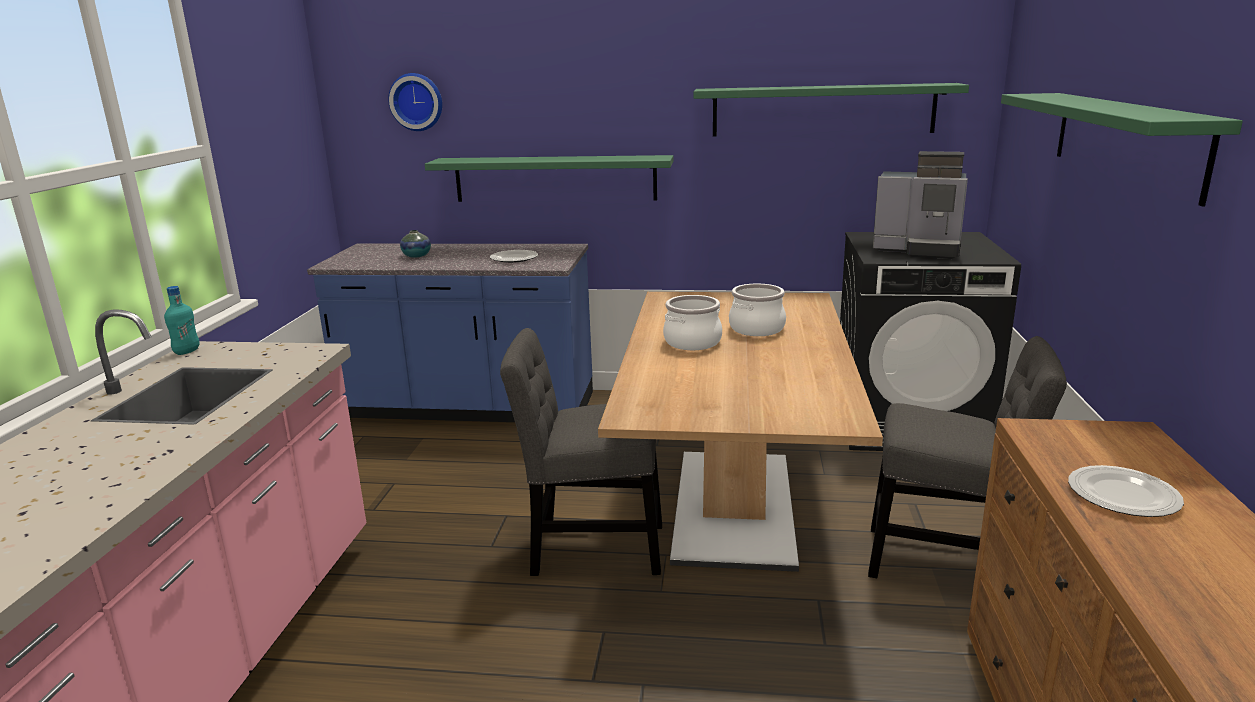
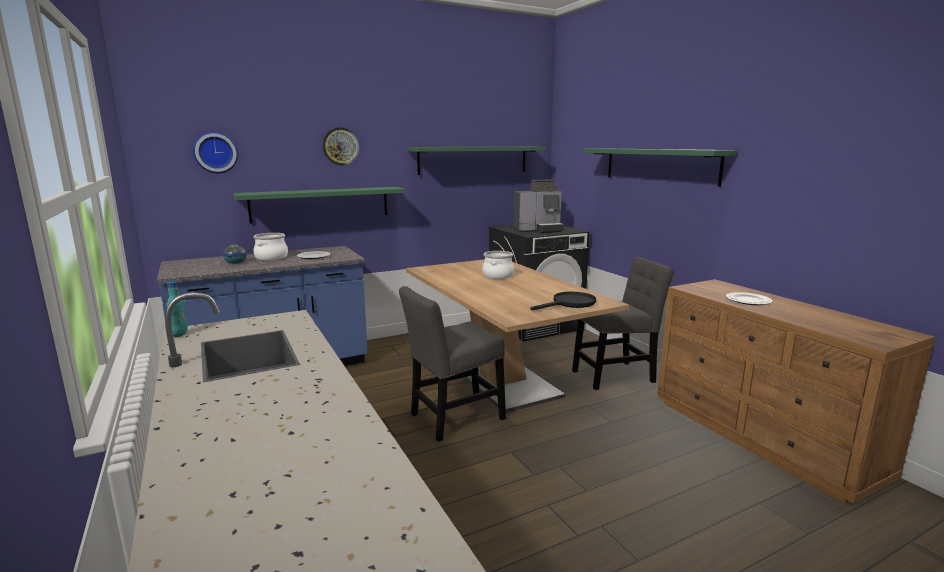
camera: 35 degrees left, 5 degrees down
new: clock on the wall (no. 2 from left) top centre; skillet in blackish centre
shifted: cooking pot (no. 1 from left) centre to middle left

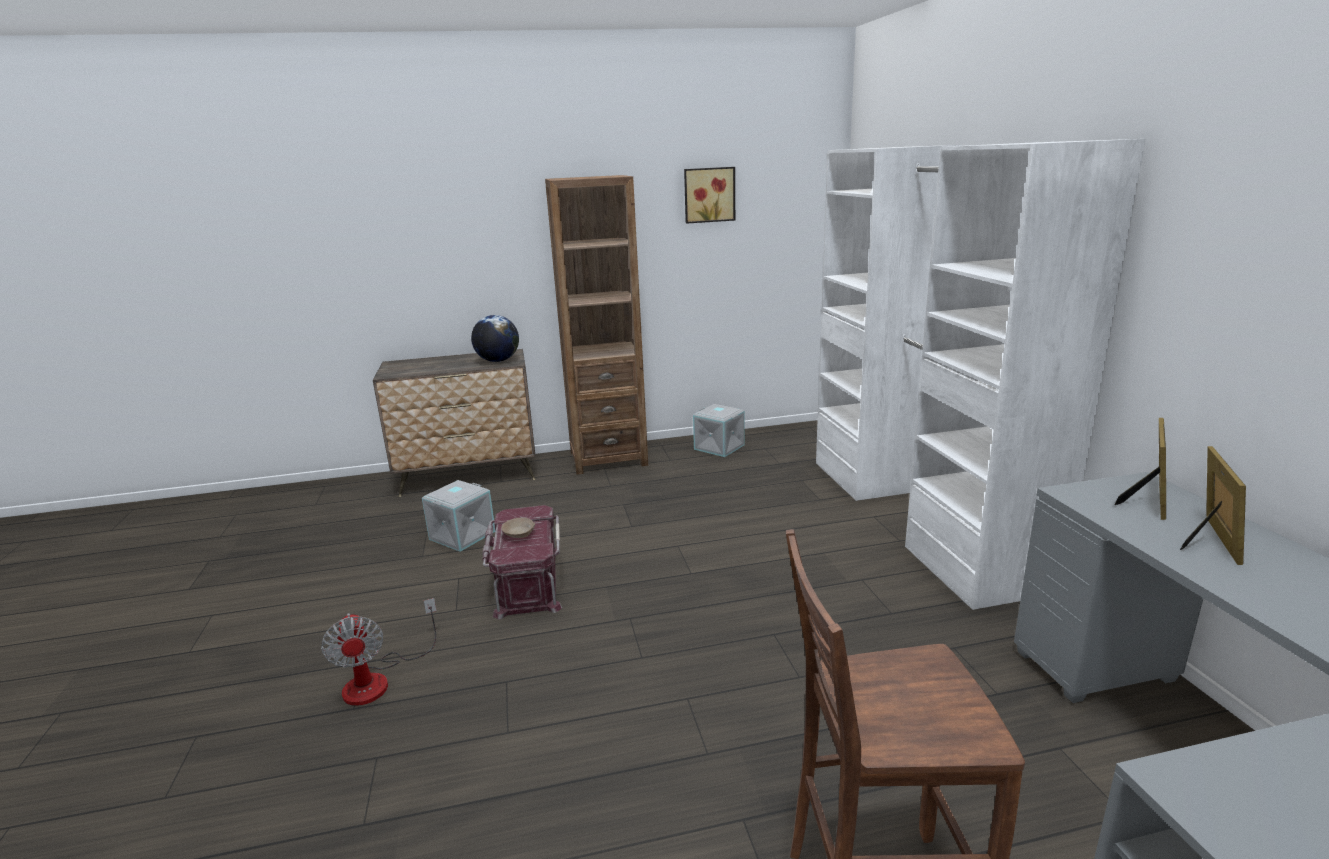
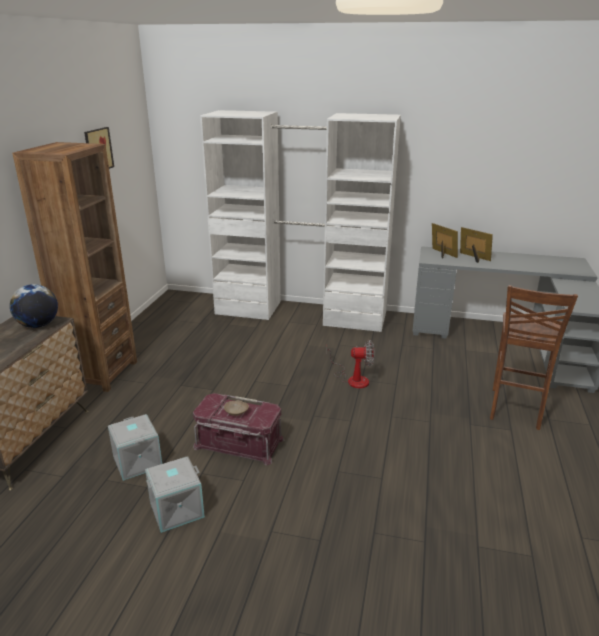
camera: 65 degrees left, 5 degrees up
shifted: storage bin in gray (no. 2 from left) centre to bottom left; electric fan bottom left to centre

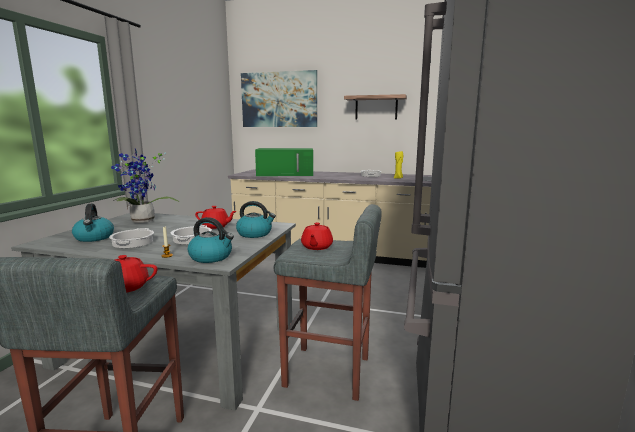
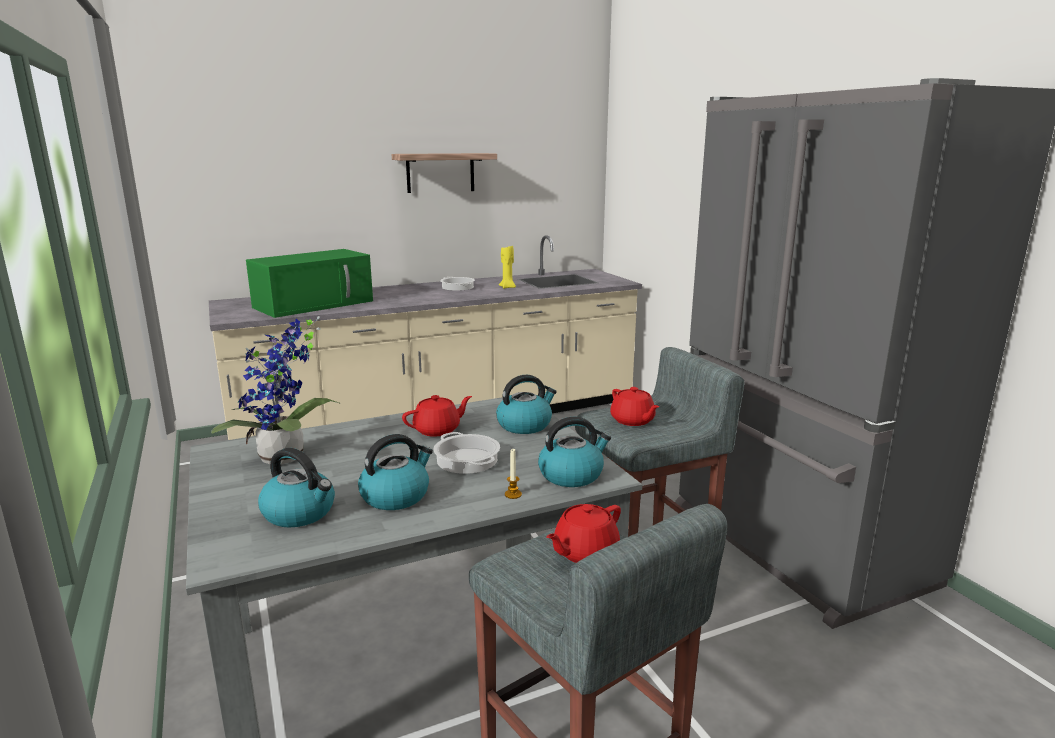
camera: 40 degrees left, 5 degrees up
gone: wall art top centre
swapped: cooking pot (no. 1 from left) middle left to kettle (no. 2 from left) centre

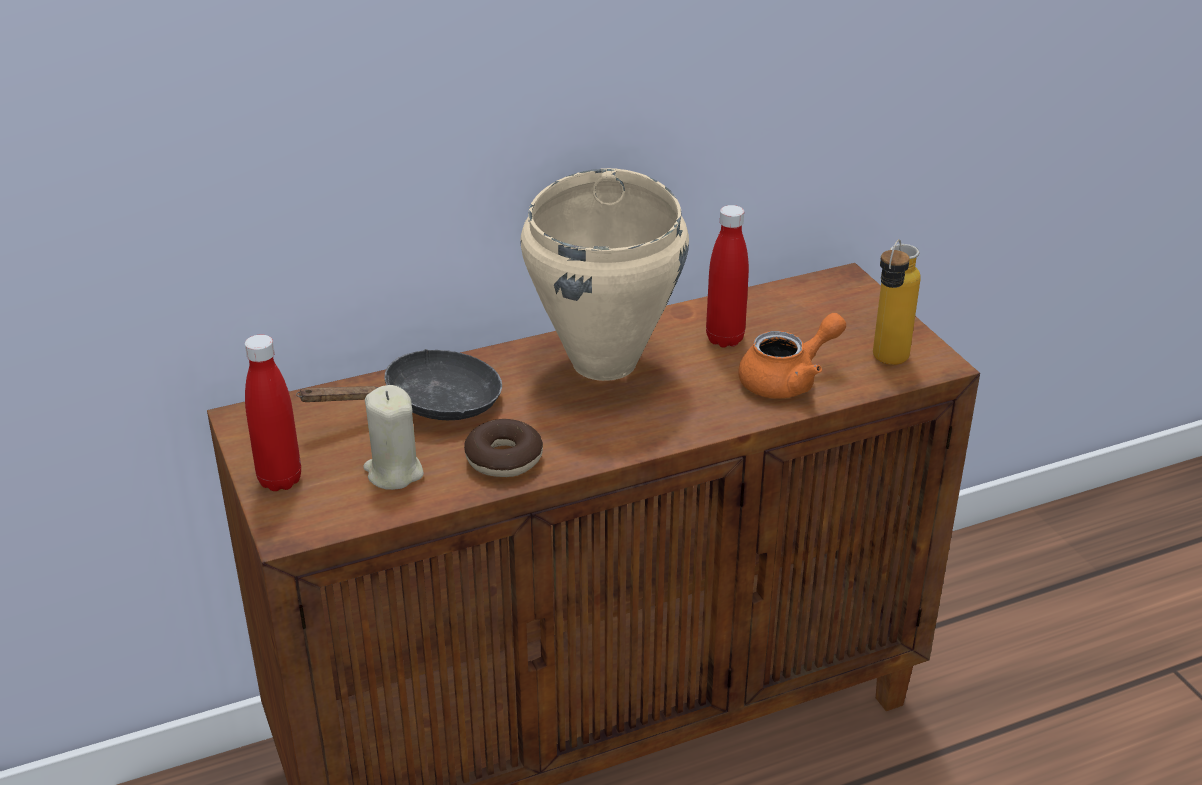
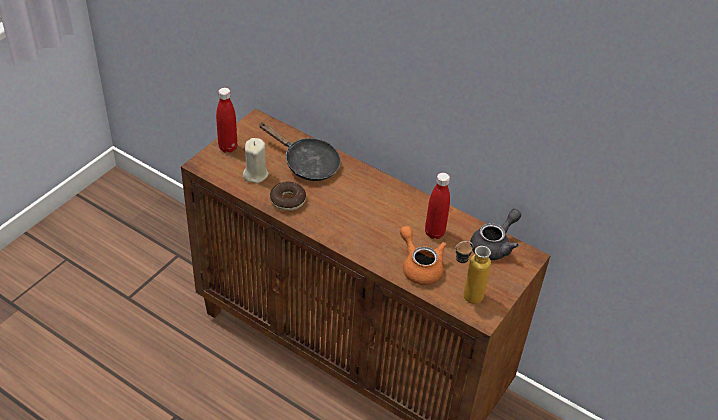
camera: 55 degrees right, 10 degrees up
gone: cooking pot in sand-coloured centre
new: teapot in gray middle right
rotated: teapot in orange-coloured centre = centre 150 degrees counterclockwise

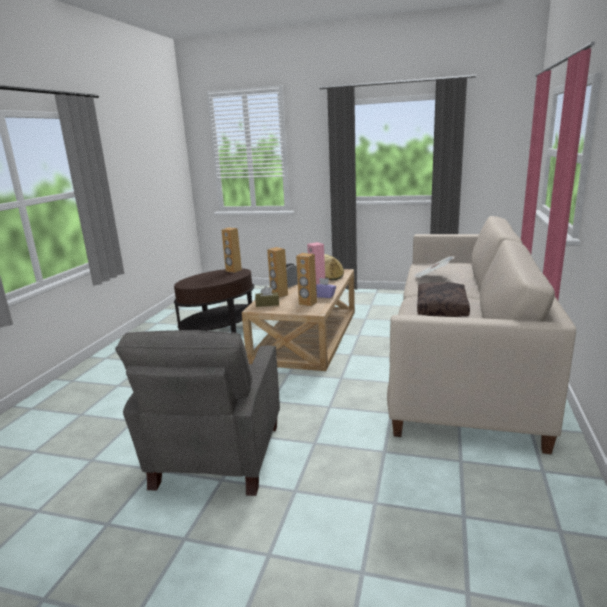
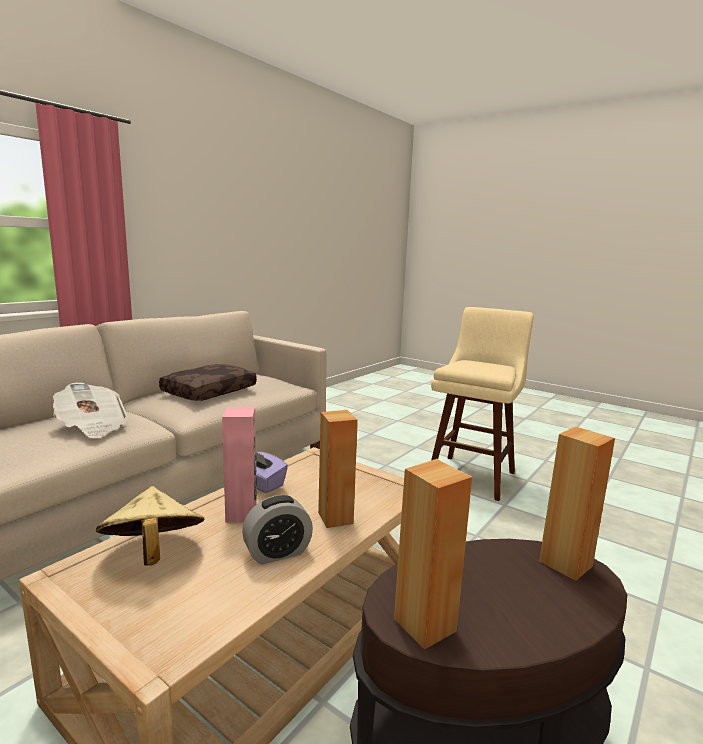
camera: 160 degrees left, 5 degrees down
gone: box of tissues in brownish centre
shifted: speaker in brownish (no. 3 from left) centre to bottom right
swapped: easy chair in gray bottom left to stool in sand-coloured middle right

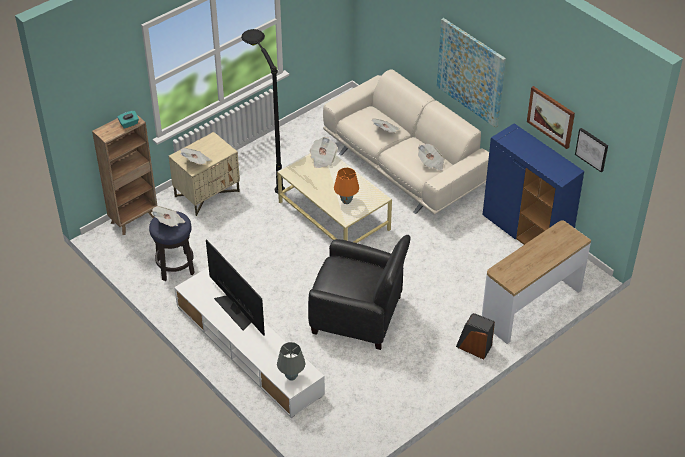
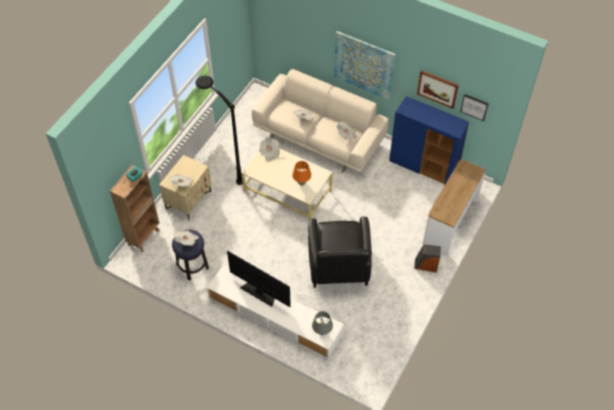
camera: 20 degrees left, 10 degrees up
rotated: easy chair in blackish centre = centre 90 degrees clockwise

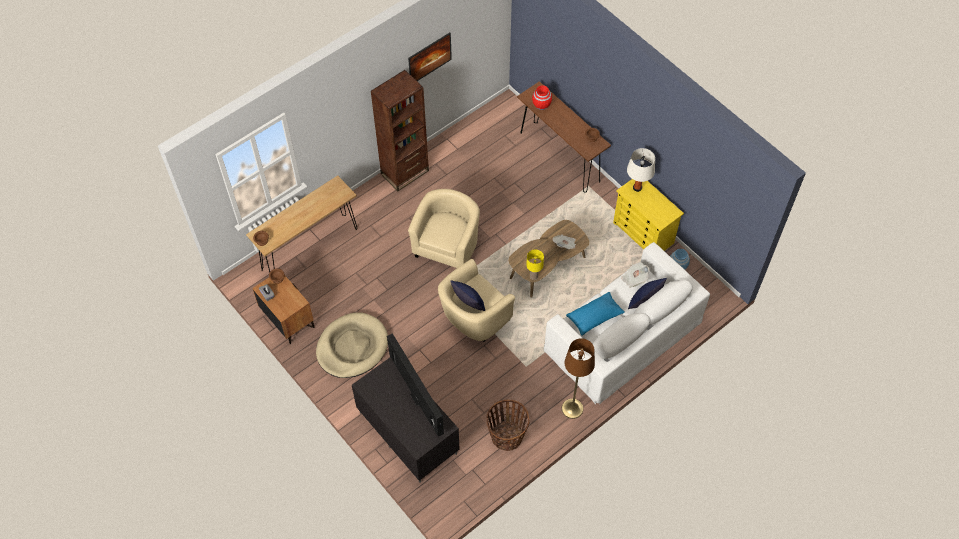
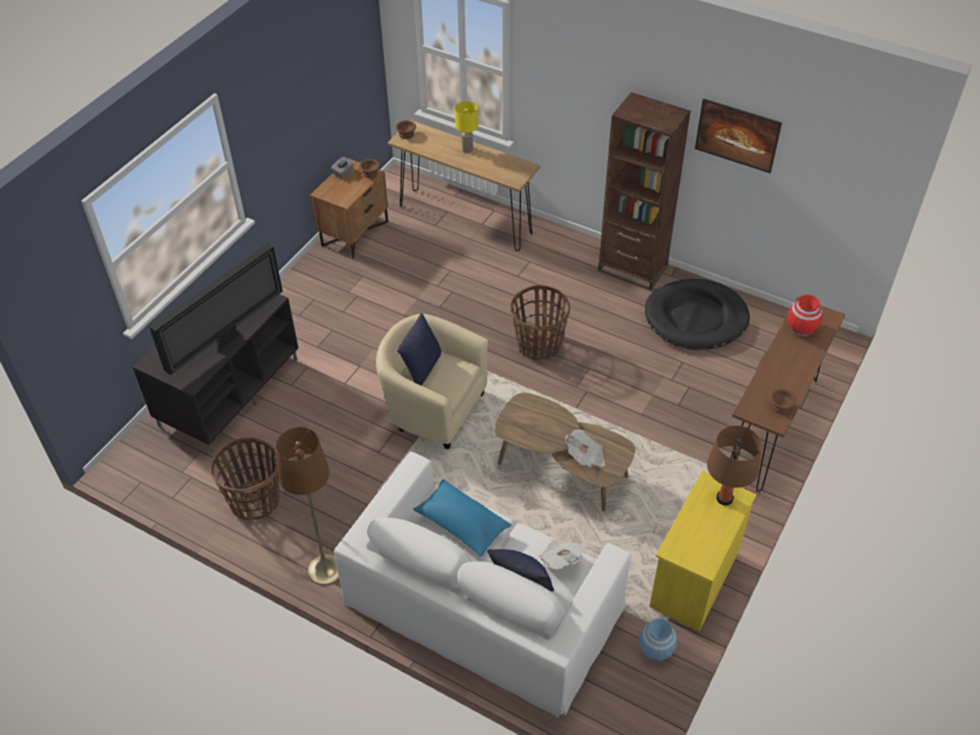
camera: 70 degrees right, 10 degrees down
gone: dog cushion in sand-coloured centre
new: dog cushion in blackish middle right
shifted: tabletop lamp in yellow-coloured centre to top centre
swapped: easy chair in sand-coloured (no. 1 from left) centre to storage basket (no. 2 from left) centre
repainted: tabletop lamp in whitish top right to tabletop lamp in brownish middle right

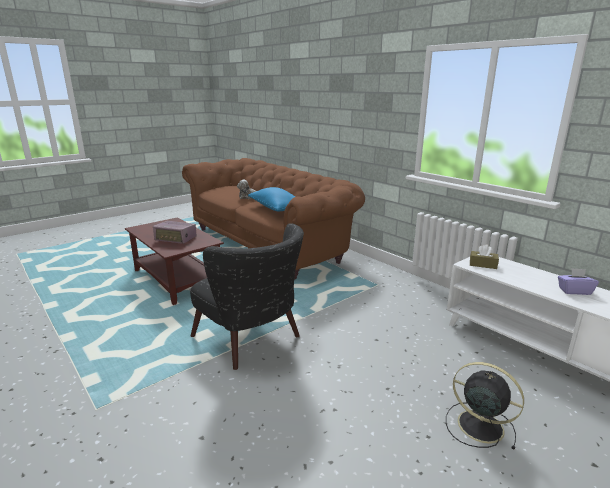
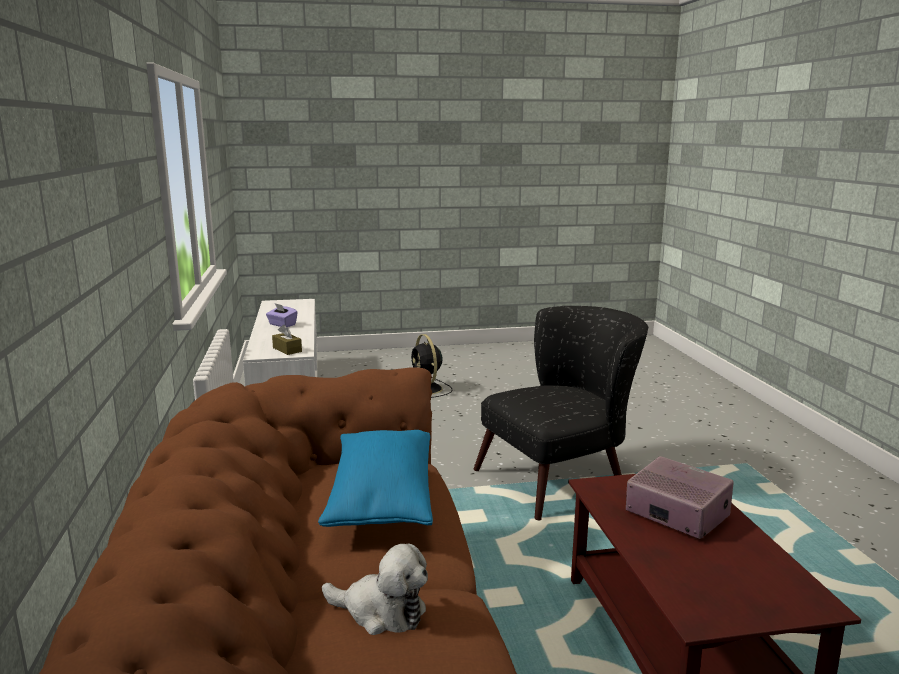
camera: 150 degrees left, 5 degrees down
rotated: easy chair in blackish centre = centre 75 degrees clockwise

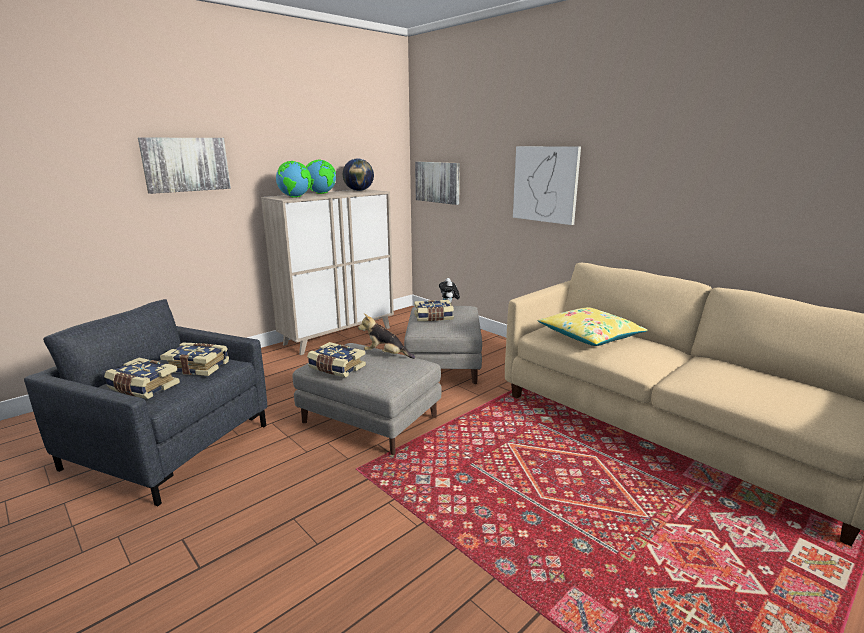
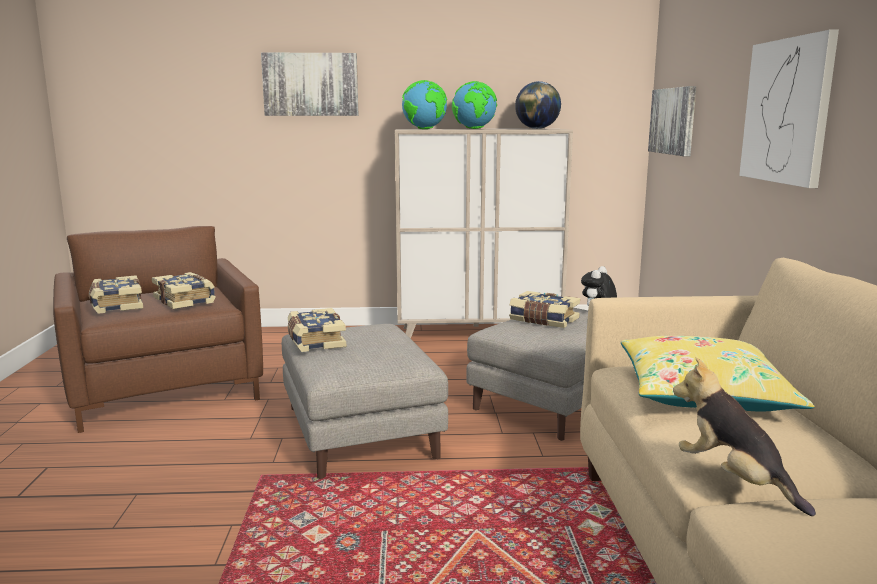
camera: 40 degrees right, 5 degrees down
shifted: cuddly toy (no. 1 from left in the first image) centre to cuddly toy (no. 2 from left) bottom right
repainted: easy chair in gray middle left to easy chair in brownish middle left

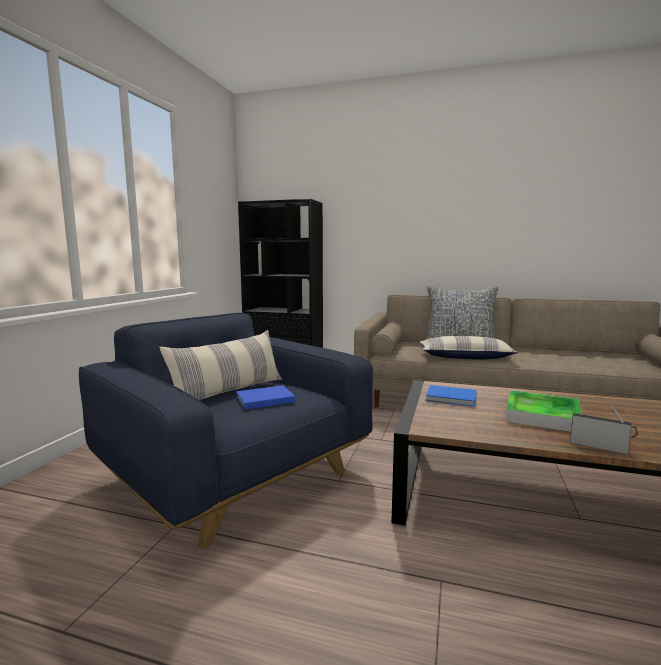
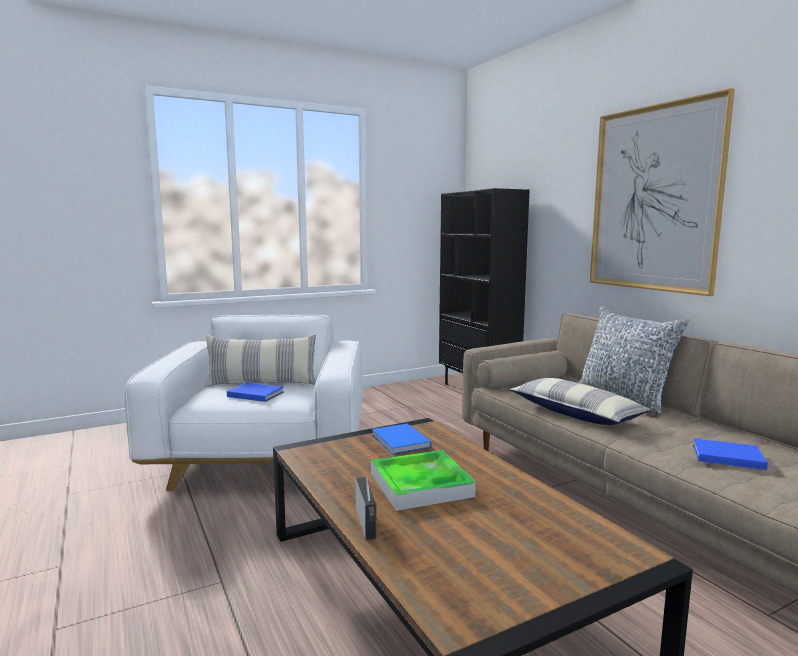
camera: 45 degrees right, 0 degrees up
new: wall art top right; book in blue-coloured (no. 3 from left) bottom right
repainted: easy chair in blue-coloured centre to easy chair in whitish middle left

